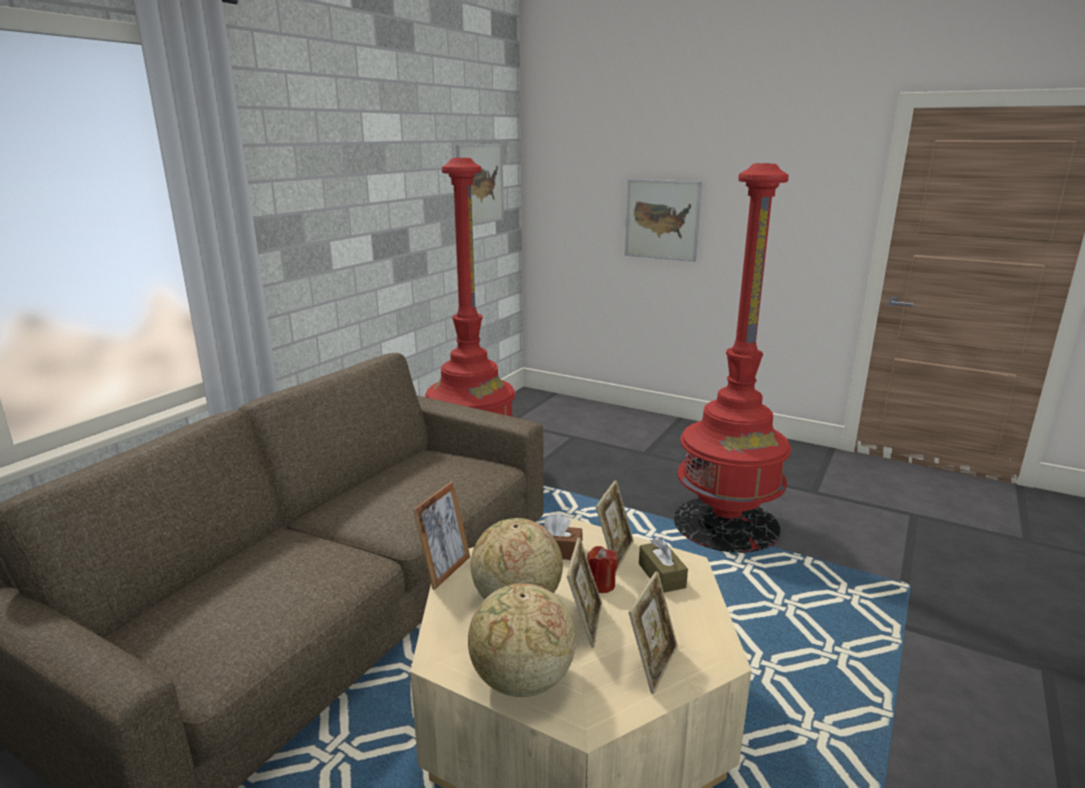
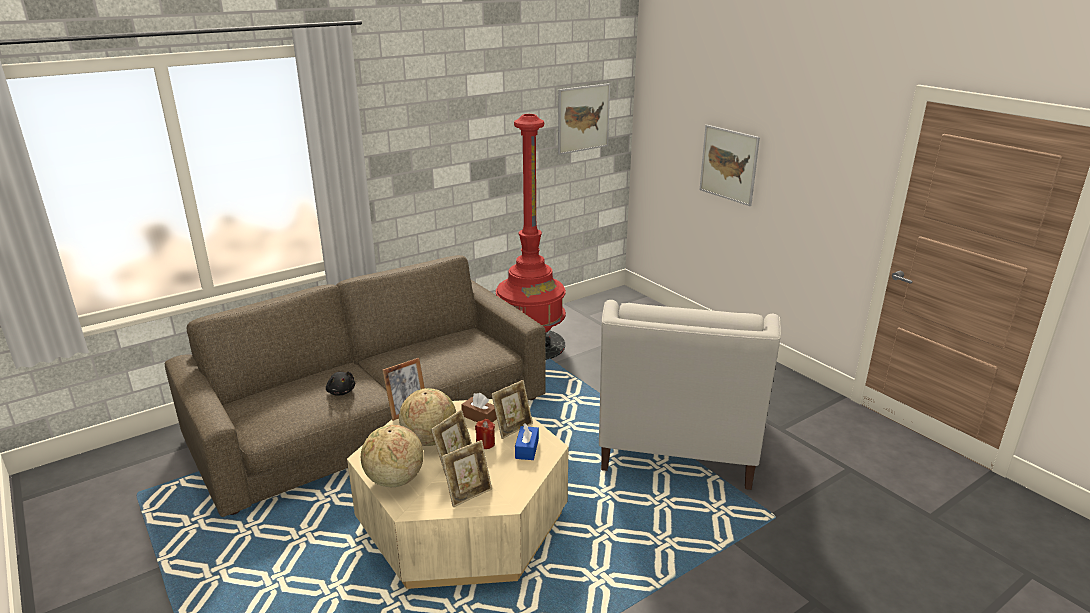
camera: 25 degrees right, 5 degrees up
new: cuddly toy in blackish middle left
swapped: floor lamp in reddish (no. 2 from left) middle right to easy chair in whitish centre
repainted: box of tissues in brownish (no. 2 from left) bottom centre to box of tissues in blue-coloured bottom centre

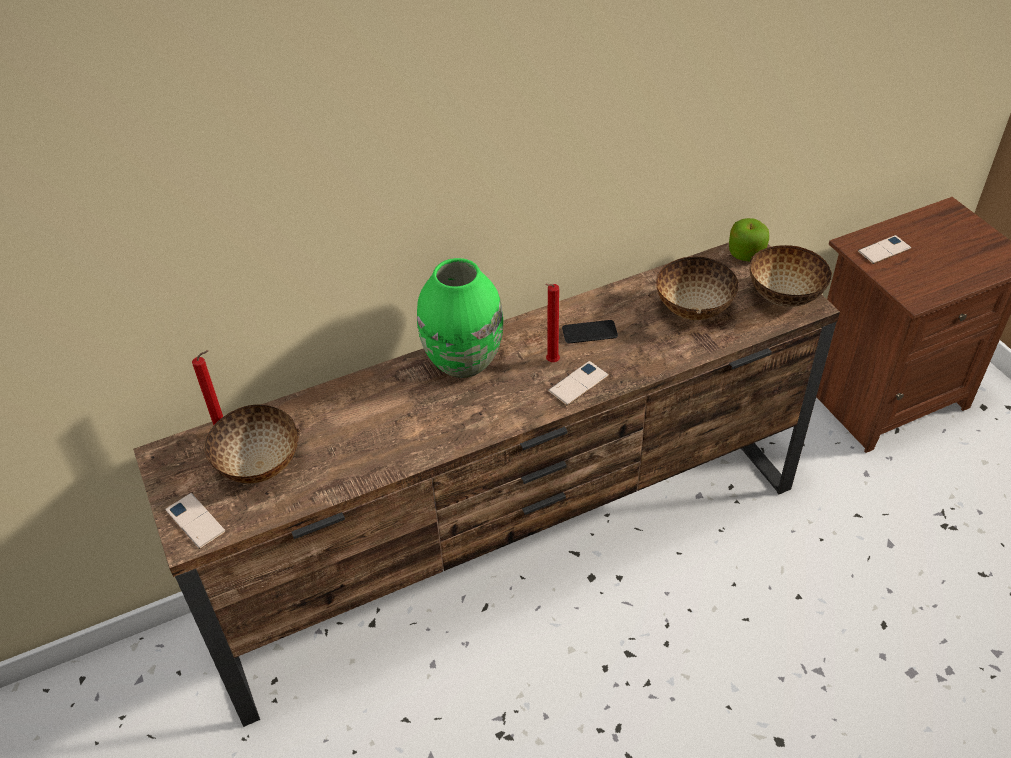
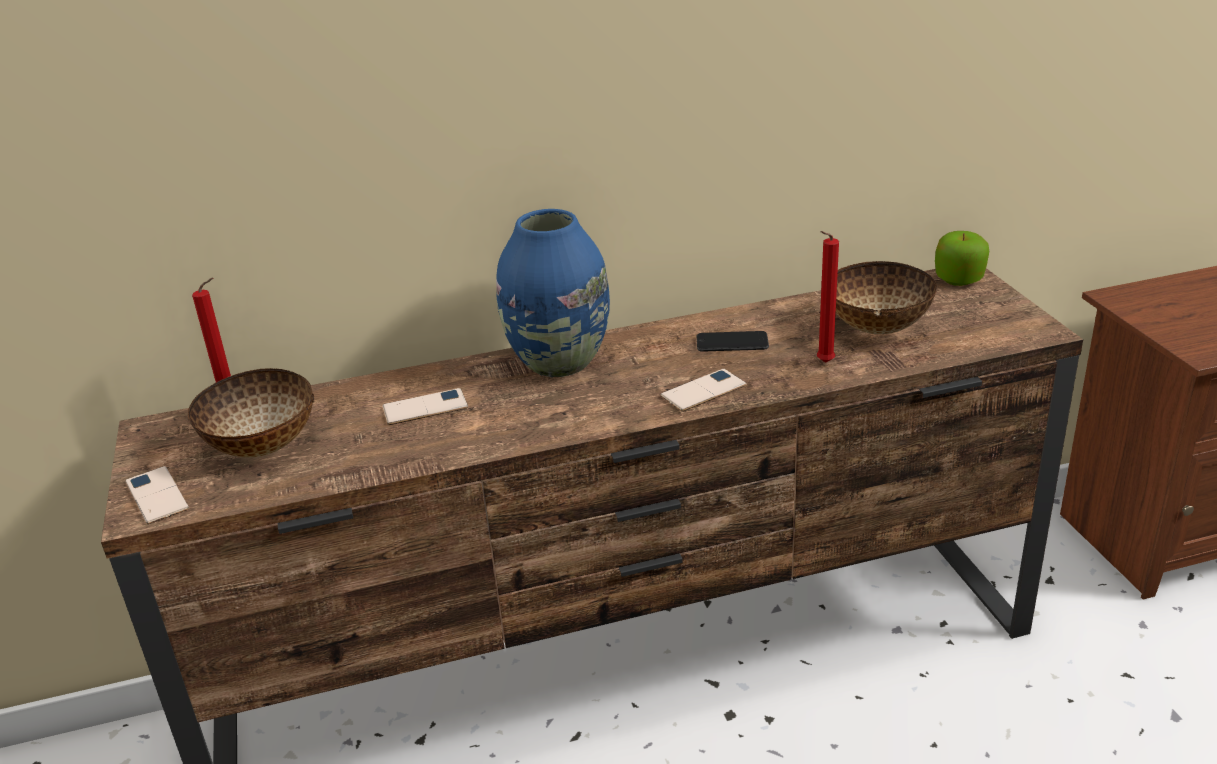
camera: 10 degrees right, 15 degrees down
gone: deep dish (no. 3 from left) middle right
shifted: telephone (no. 4 from left in the first image) top right to telephone (no. 2 from left) centre; wax candle in reddish (no. 2 from left) centre to middle right
repainted: flower vase in green-coloured centre to flower vase in blue-coloured centre

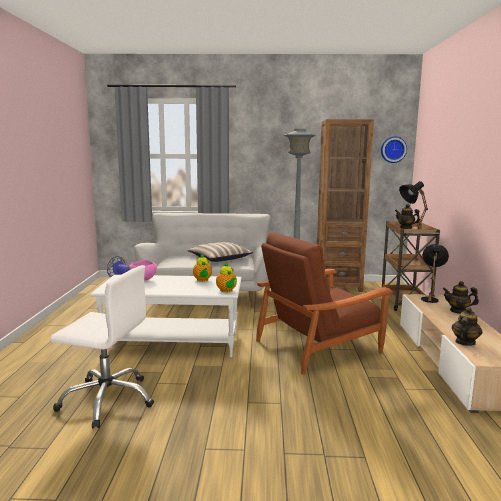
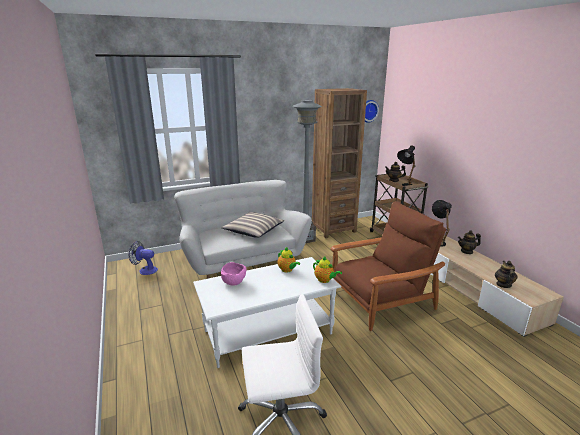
camera: 25 degrees left, 10 degrees up
rotated: easy chair in brownish centre = middle right 150 degrees counterclockwise

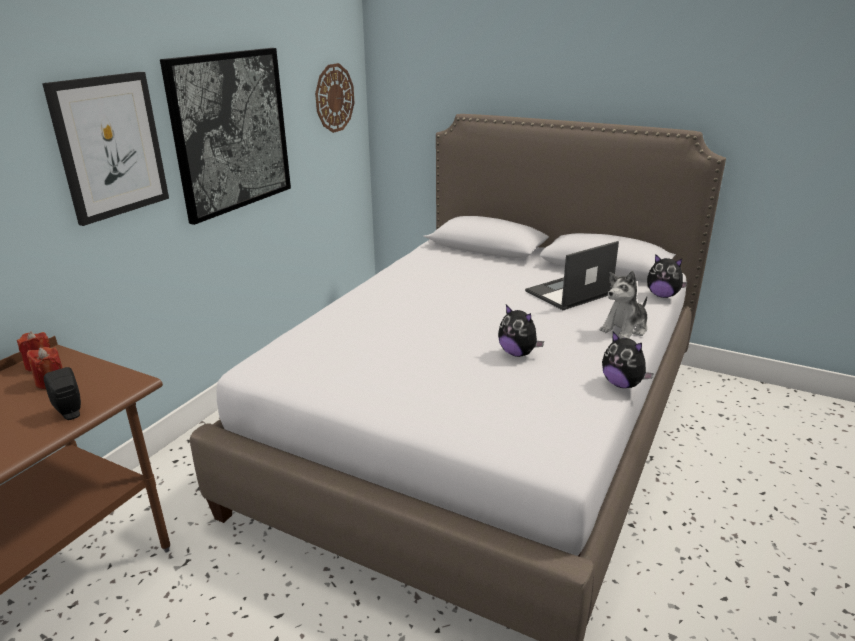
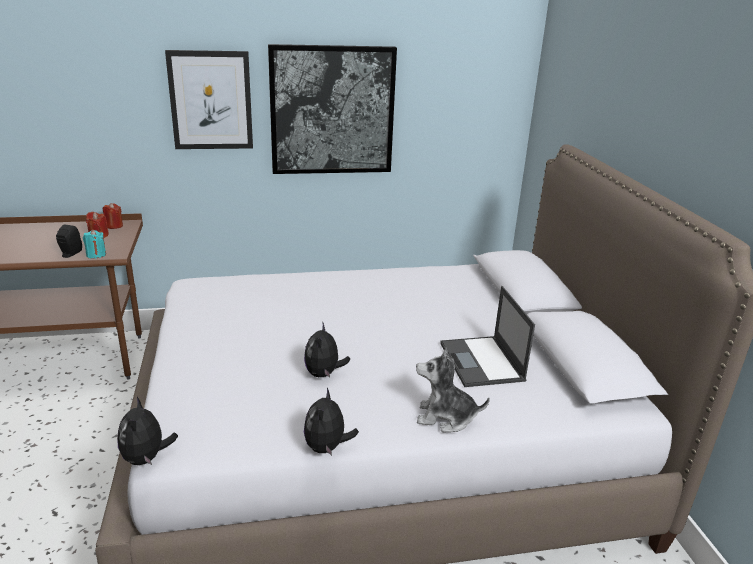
camera: 50 degrees right, 0 degrees up
gone: clock on the wall top centre
new: wax candle in turquoise middle left
shifted: cuddly toy (no. 4 from left in the first image) middle right to cuddly toy (no. 1 from left) bottom left
rotated: portable computer middle right = centre 120 degrees counterclockwise

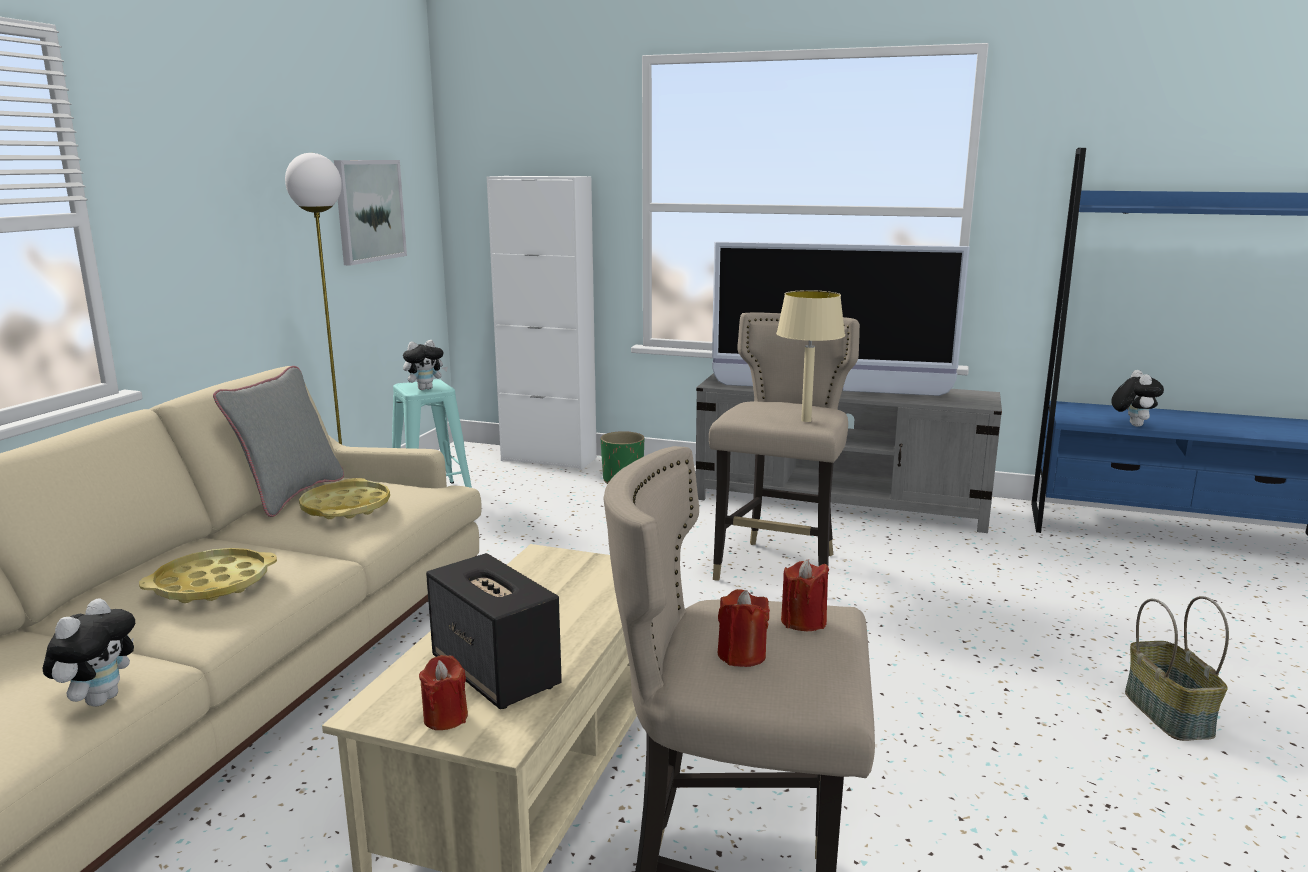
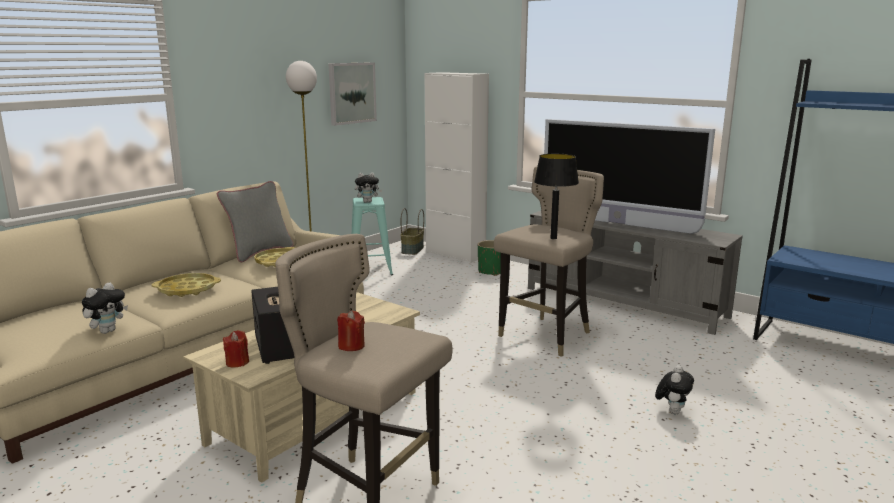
camera: 20 degrees right, 0 degrees up
gone: wax candle in reddish (no. 3 from left) bottom centre
shifted: storage basket bottom right to centre; cuddly toy (no. 3 from left) middle right to bottom right
repainted: tabletop lamp in sand-coloured centre to tabletop lamp in blackish centre

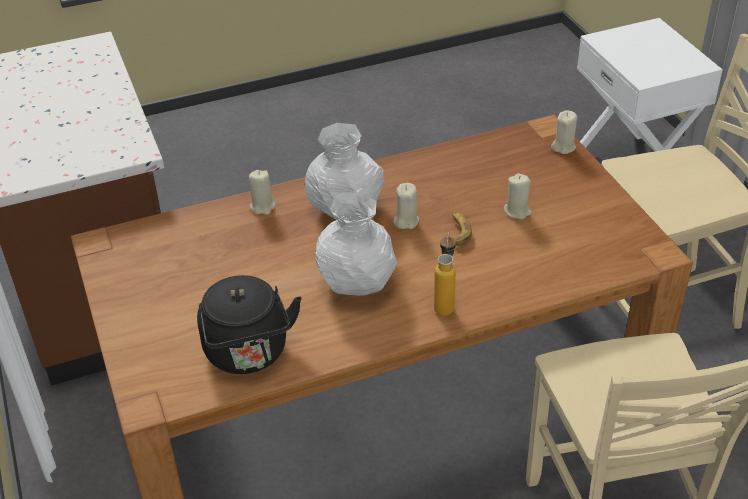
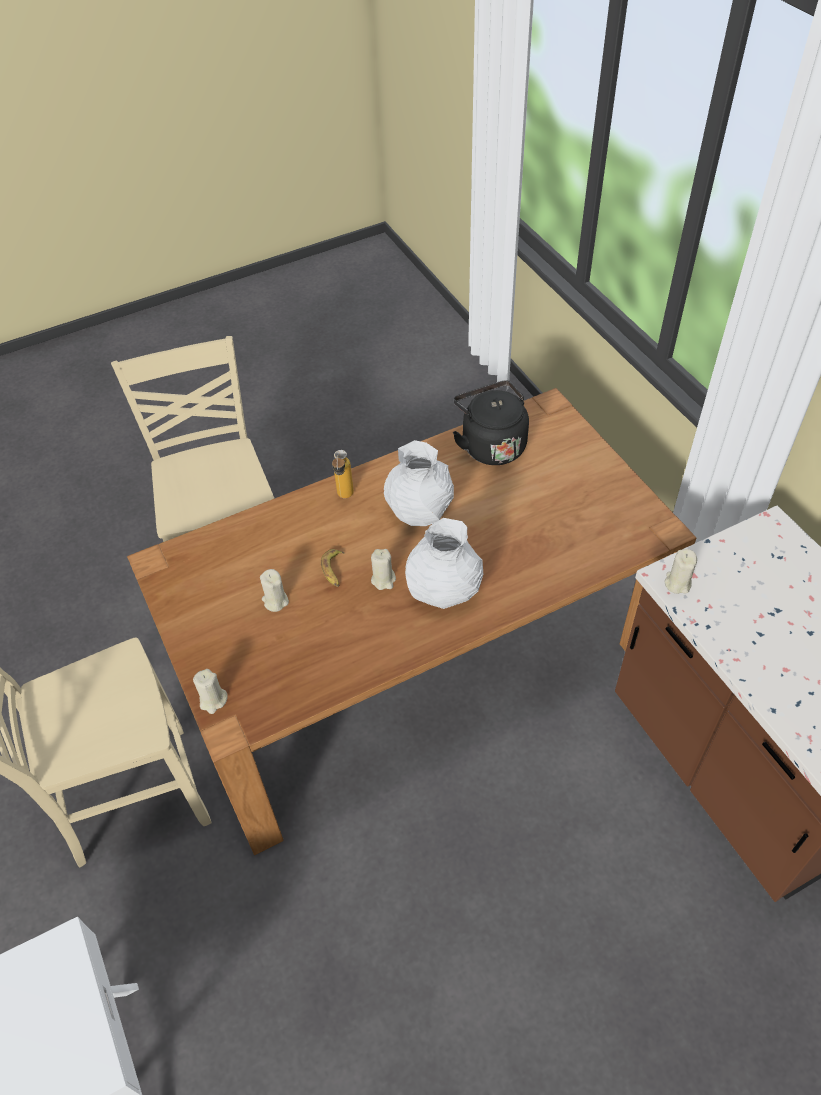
camera: 175 degrees right, 10 degrees up
shifted: wax candle in sand-coloured (no. 1 from left in the first image) centre to wax candle in sand-coloured (no. 4 from left) middle right

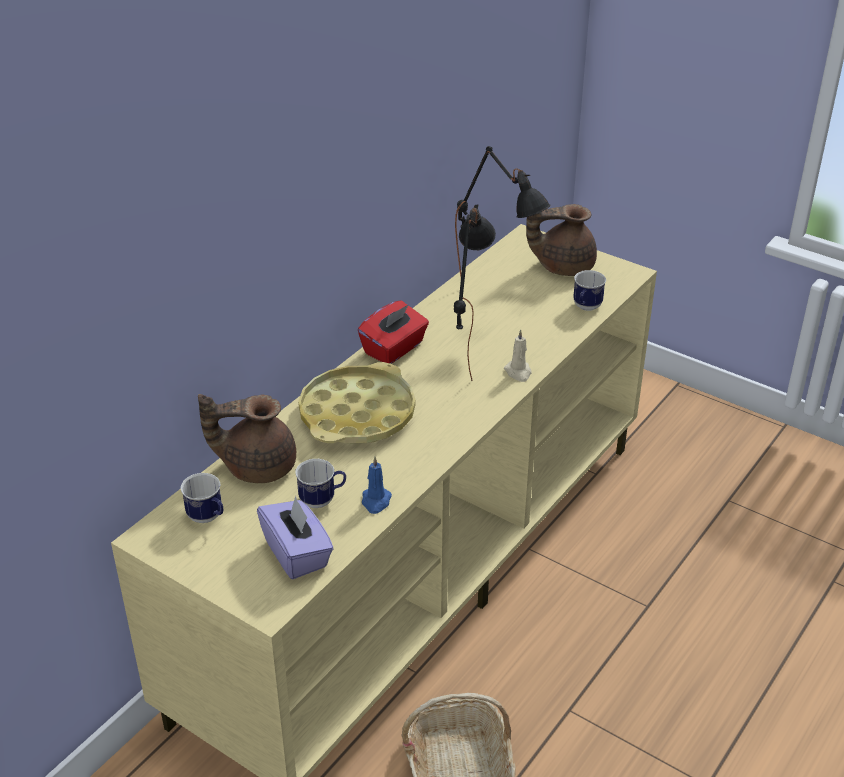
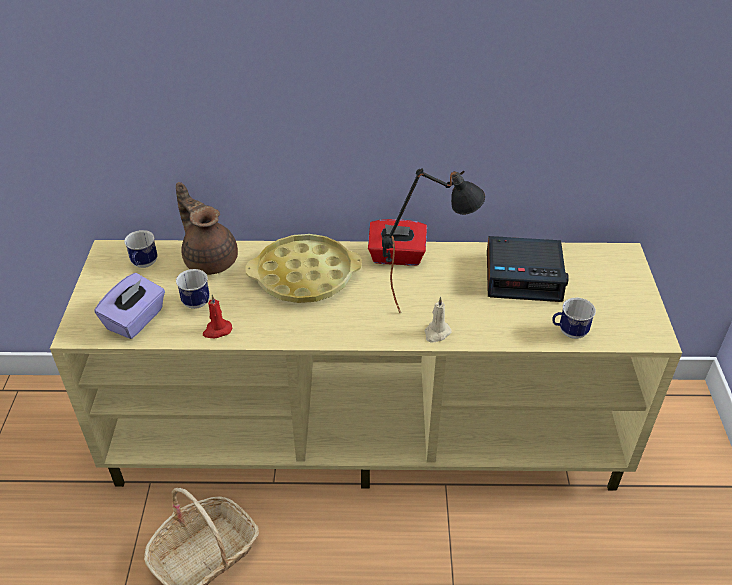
camera: 55 degrees right, 5 degrees up
gone: teapot in brownish (no. 2 from left) top centre
swapped: tabletop lamp in blackish (no. 2 from left) top centre to alarm clock middle right
repainted: wax candle in blue-coloured centre to wax candle in reddish middle left

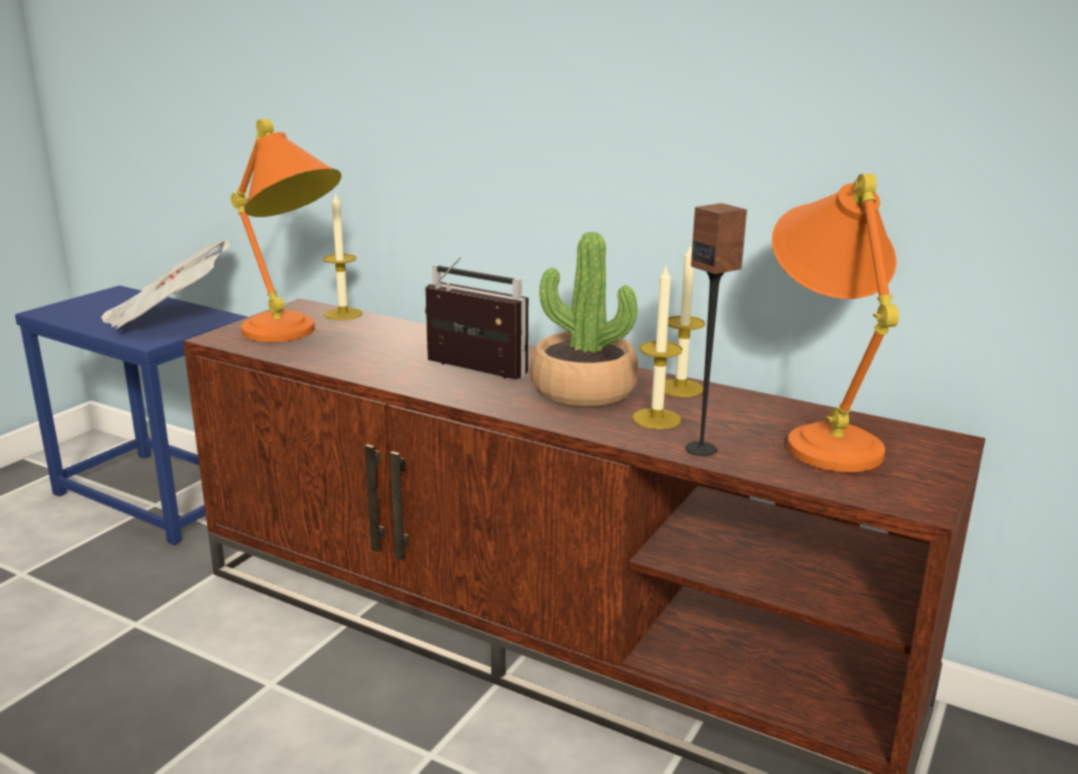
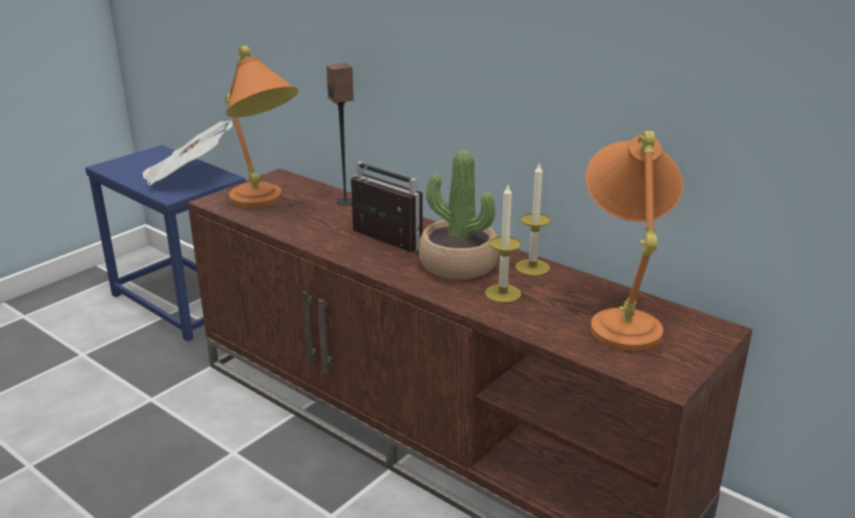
camera: 10 degrees right, 5 degrees up
gone: wax candle (no. 1 from left) top left
shifted: speaker centre to top centre

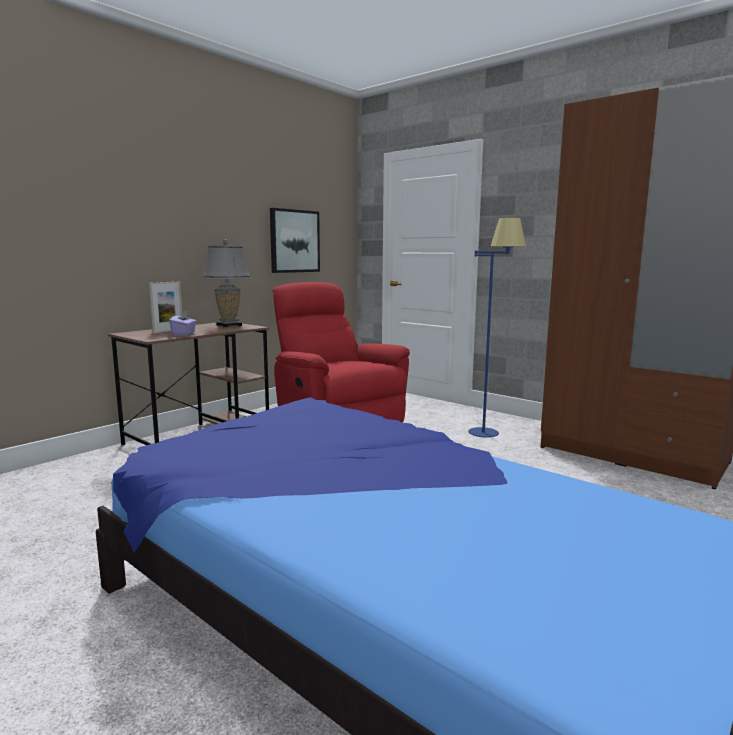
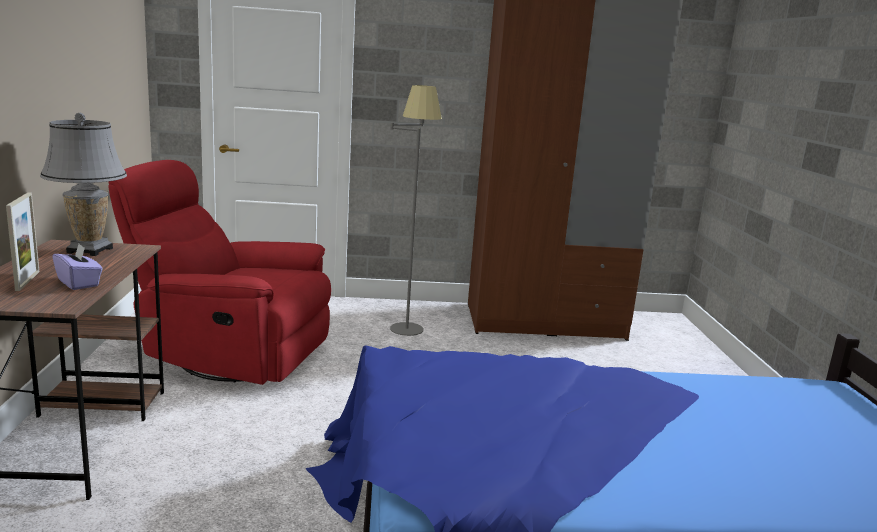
camera: 45 degrees left, 5 degrees up
gone: wall art top centre
repainted: floor lamp in blue-coloured middle right to floor lamp in gray centre

